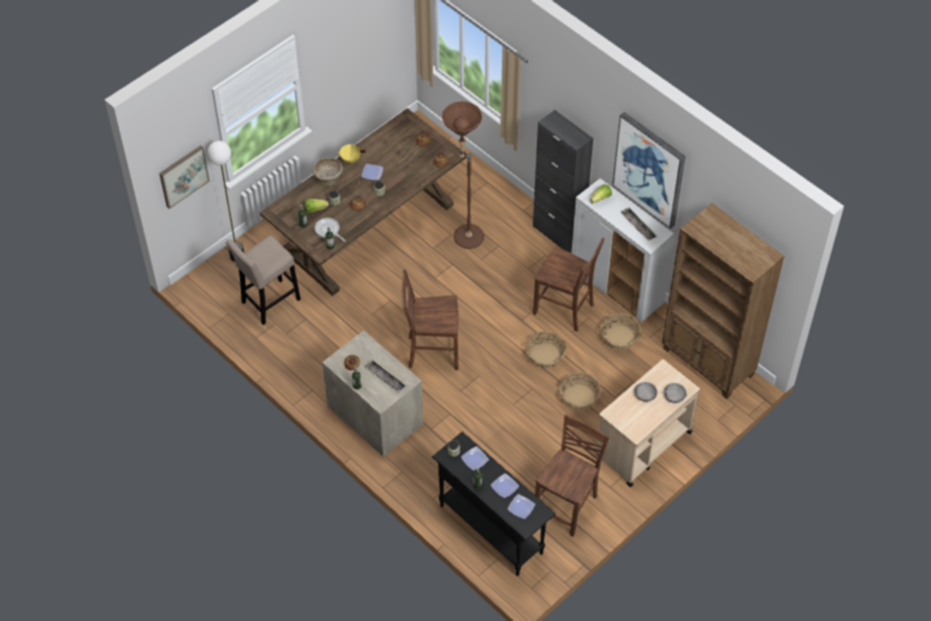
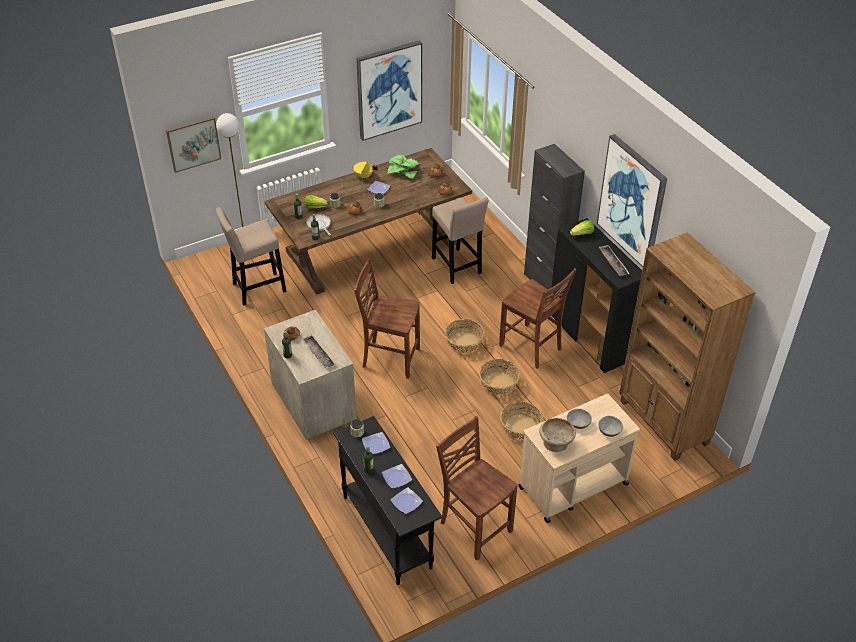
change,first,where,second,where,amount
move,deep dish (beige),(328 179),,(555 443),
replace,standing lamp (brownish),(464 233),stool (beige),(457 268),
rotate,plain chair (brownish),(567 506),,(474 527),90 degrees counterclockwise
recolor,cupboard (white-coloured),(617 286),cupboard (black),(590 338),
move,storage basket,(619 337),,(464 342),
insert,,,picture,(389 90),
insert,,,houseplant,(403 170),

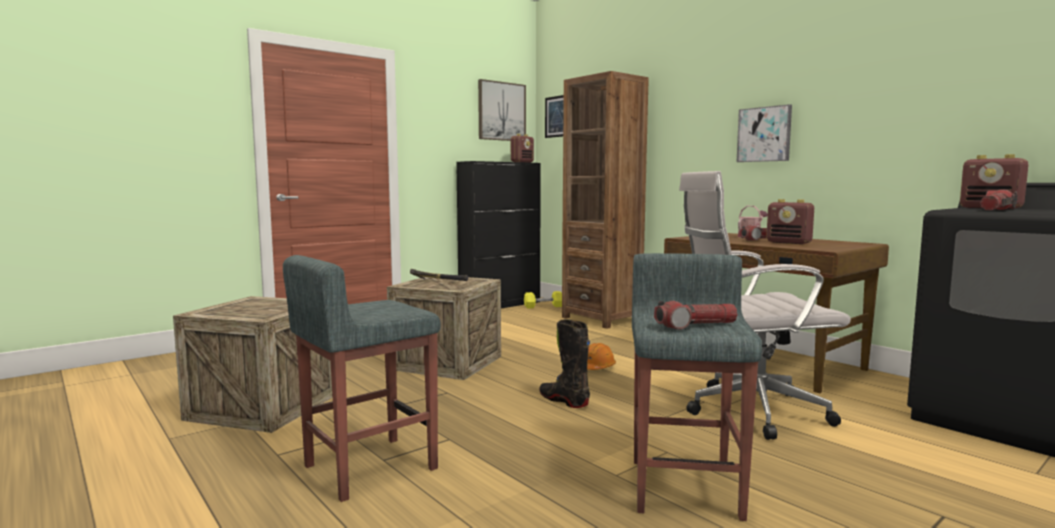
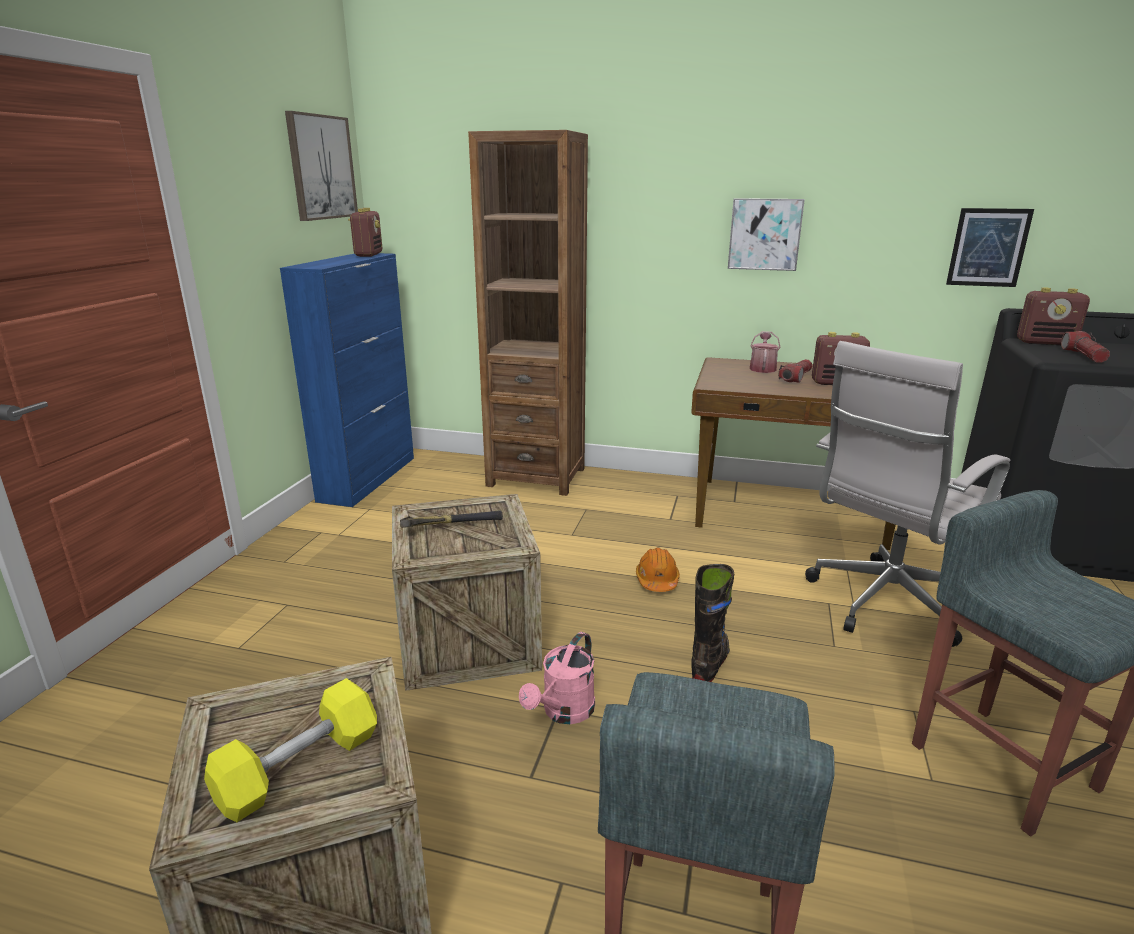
change,first,where,second,where,amount
recolor,cupboard (black),(501 305),cupboard (bluish),(368 478),
move,dumbbell (yellow-coloured),(543 306),,(299 768),
rotate,tall boot (black),(564 401),,(710 663),105 degrees clockwise
move,picture,(557 116),,(988 247),
delete,flashlight,(695 326),,,
insert,,,watering pot (pink-coloured),(564 712),

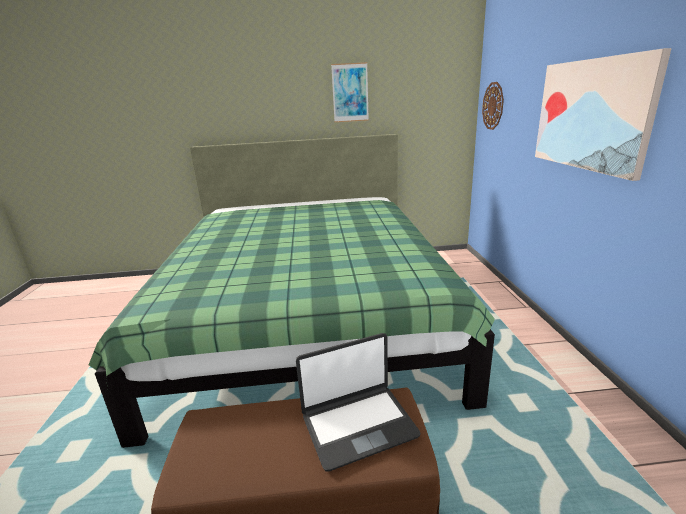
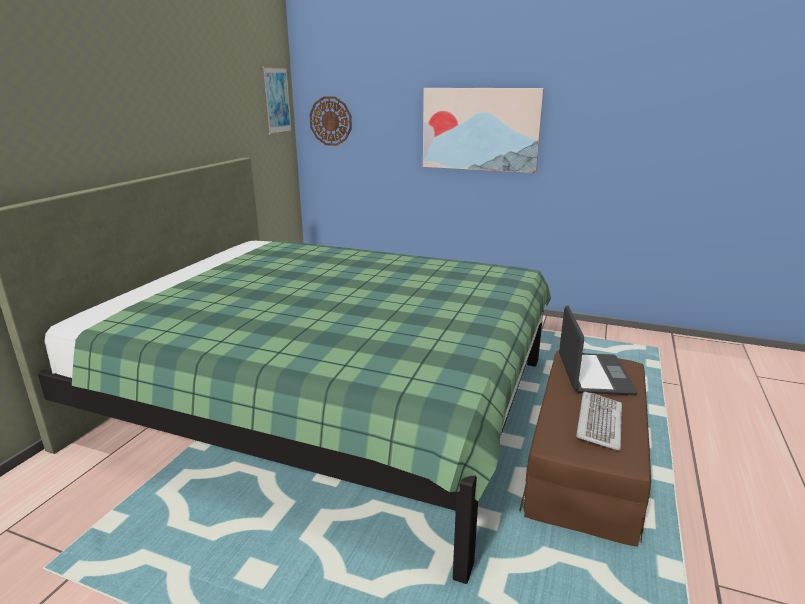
change,first,where,second,where,amount
move,picture,(350 93),,(277 100),
insert,,,keyboard,(598 422),

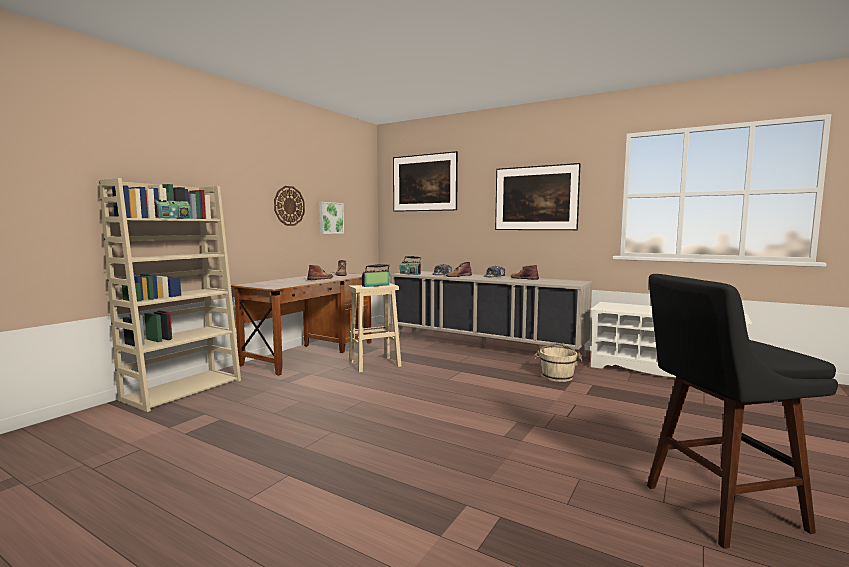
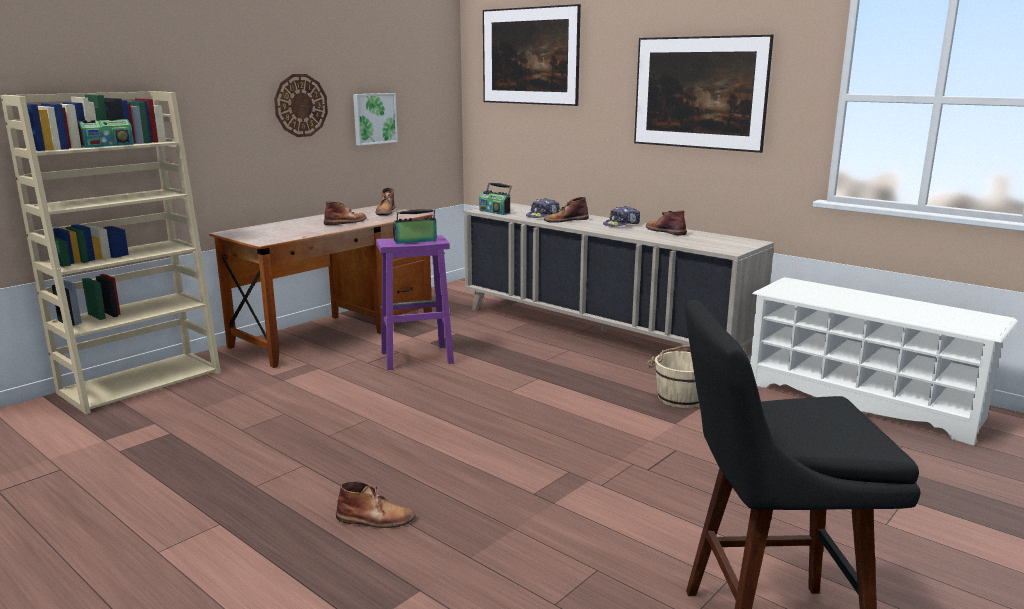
change,first,where,second,where,amount
recolor,stool (beige),(373 364),stool (purple-coloured),(415 357),
insert,,,tall boot (brownish),(376 519),

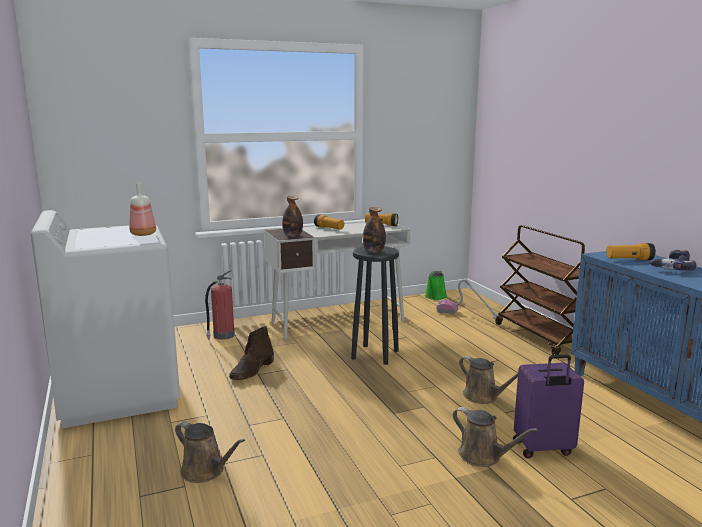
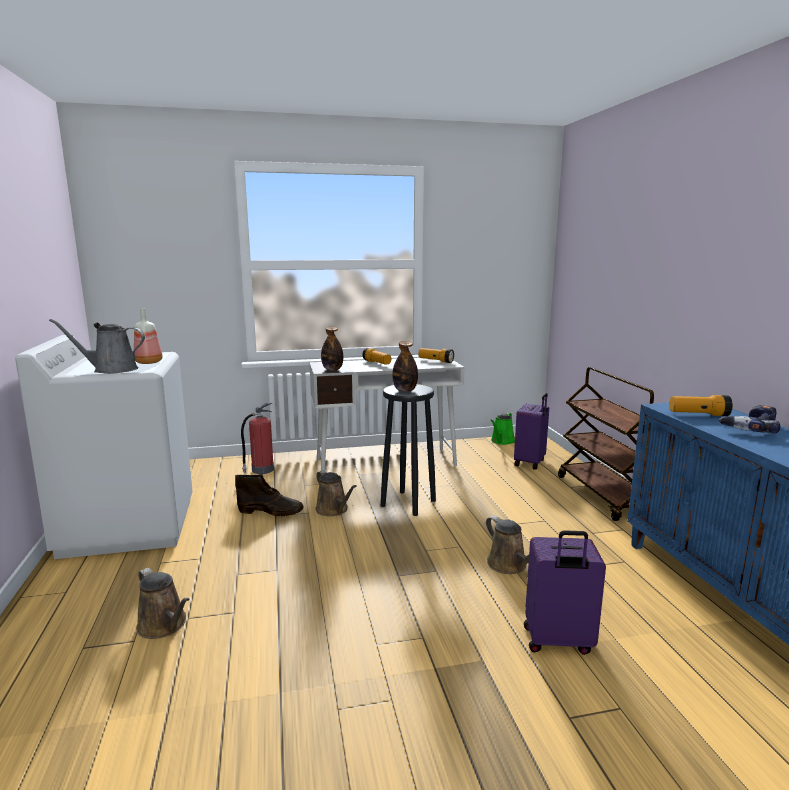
change,first,where,second,where,amount
rotate,tall boot (brownish),(252 370),,(271 511),120 degrees counterclockwise
replace,vacuum cleaner,(467 313),suitcase (purple-coloured),(530 462),
move,watering pot (brownish),(483 456),,(333 510),
insert,,,watering pot (gray),(111 370),

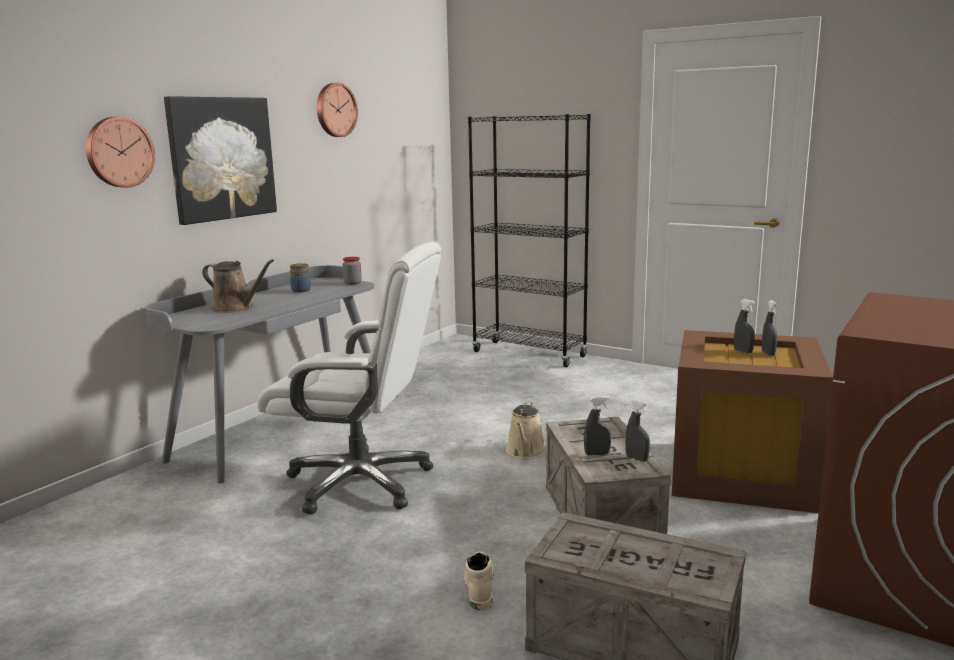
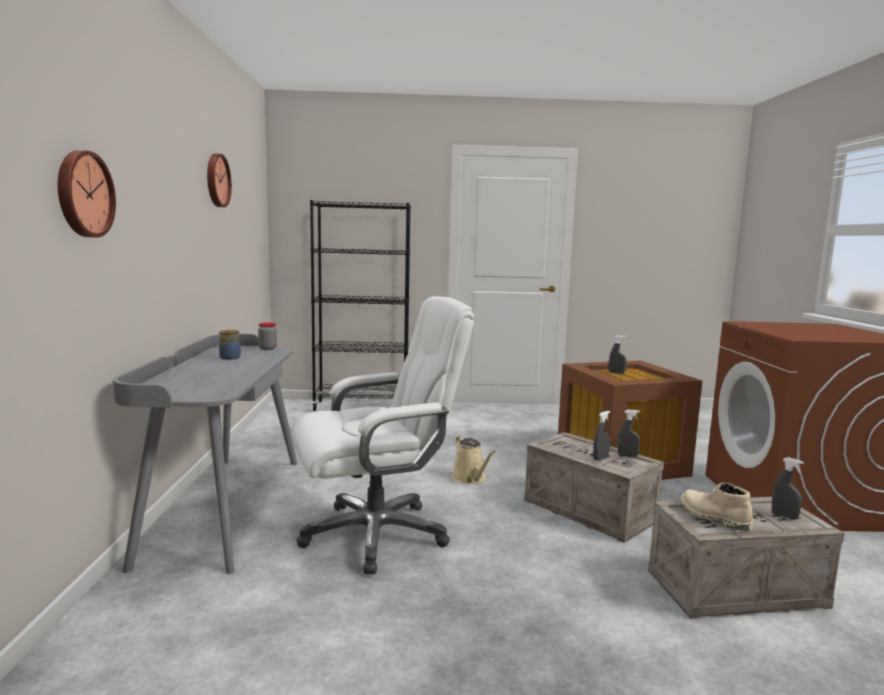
change,first,where,second,where,amount
delete,picture,(221 158),,,
delete,watering pot (brownish),(235 308),,,
move,tall boot (beige),(478 586),,(713 516),
move,hand sprayer (gray),(768 353),,(784 516),

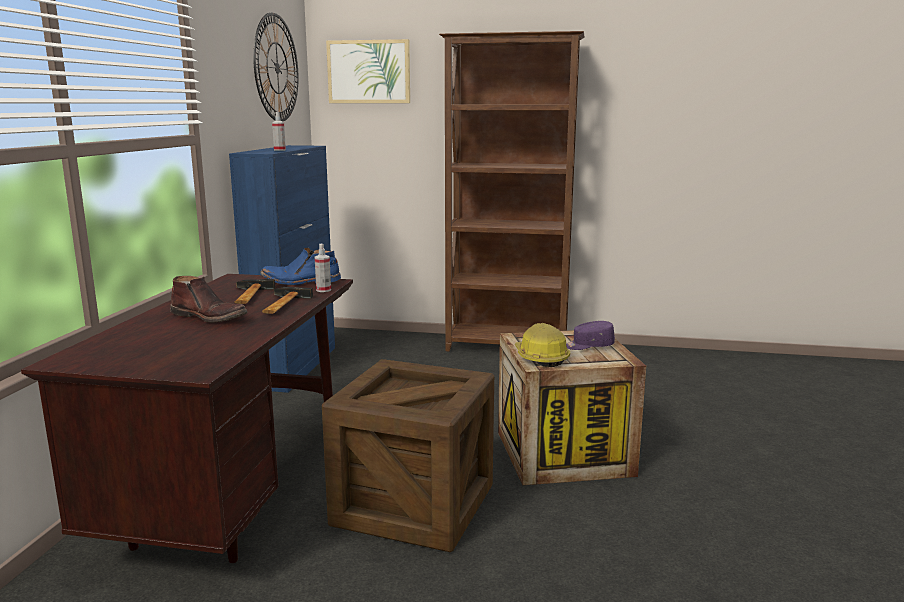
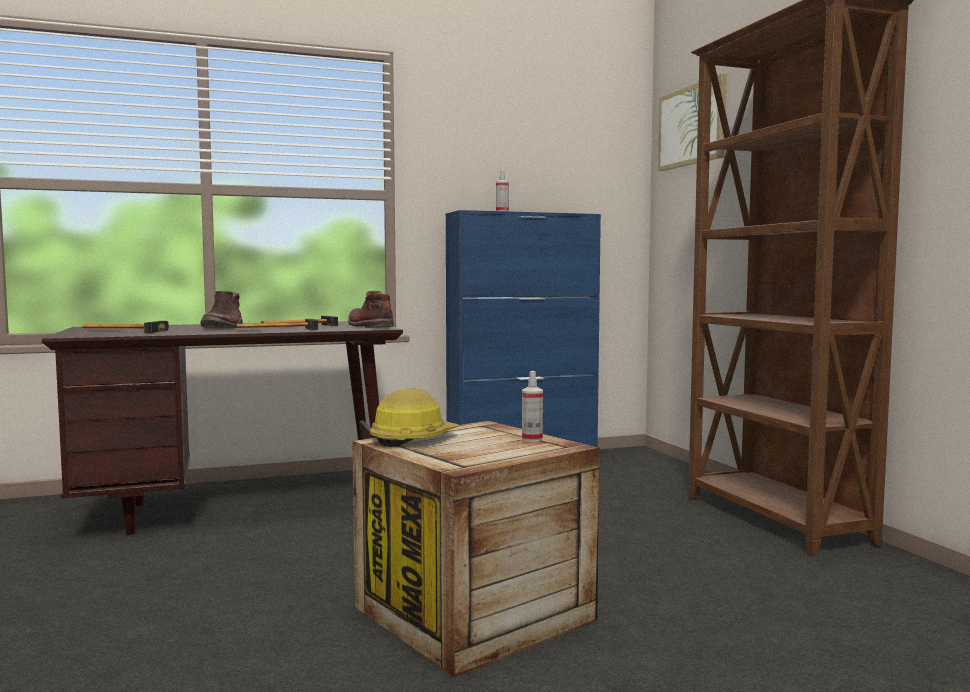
change,first,where,second,where,amount
delete,wall clock,(276 68),,,
recolor,tall boot (bluish),(300 282),tall boot (brownish),(369 326),
move,hand sprayer,(323 290),,(532 439),
delete,crate,(414 505),,,
delete,baseball cap (purple-coloured),(589 346),,,
insert,,,hand hammer,(124 331),

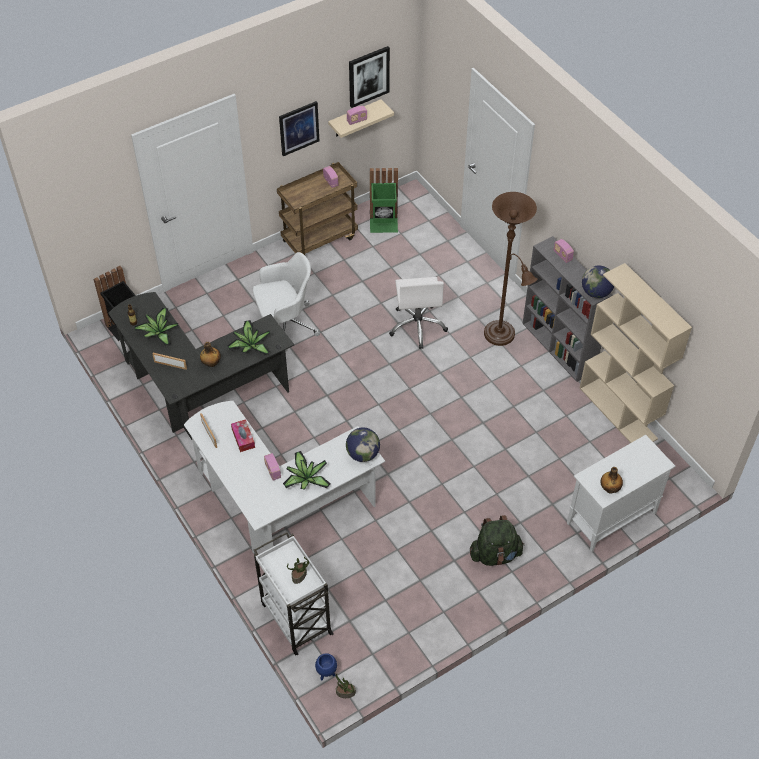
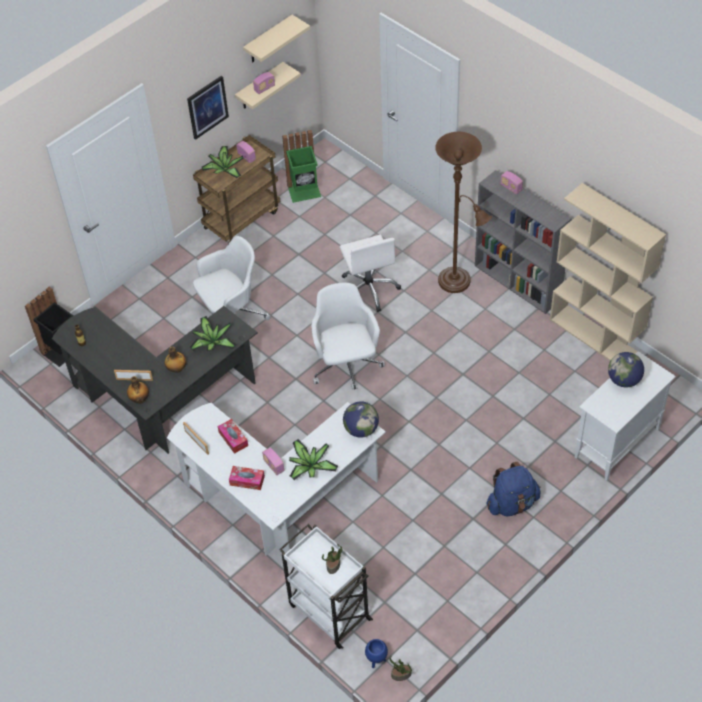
change,first,where,second,where,amount
move,houseplant,(158 333),,(224 170),
replace,picture,(368 76),wall shelf (beige),(268 40),
recolor,knapsack (green),(495 554),knapsack (bluish),(512 504),
move,world globe,(596 292),,(624 380),
move,beverage bottle,(610 488),,(140 399),
insert,,,tissue holder,(247 480),
insert,,,desk chair (white-coloured),(346 365),

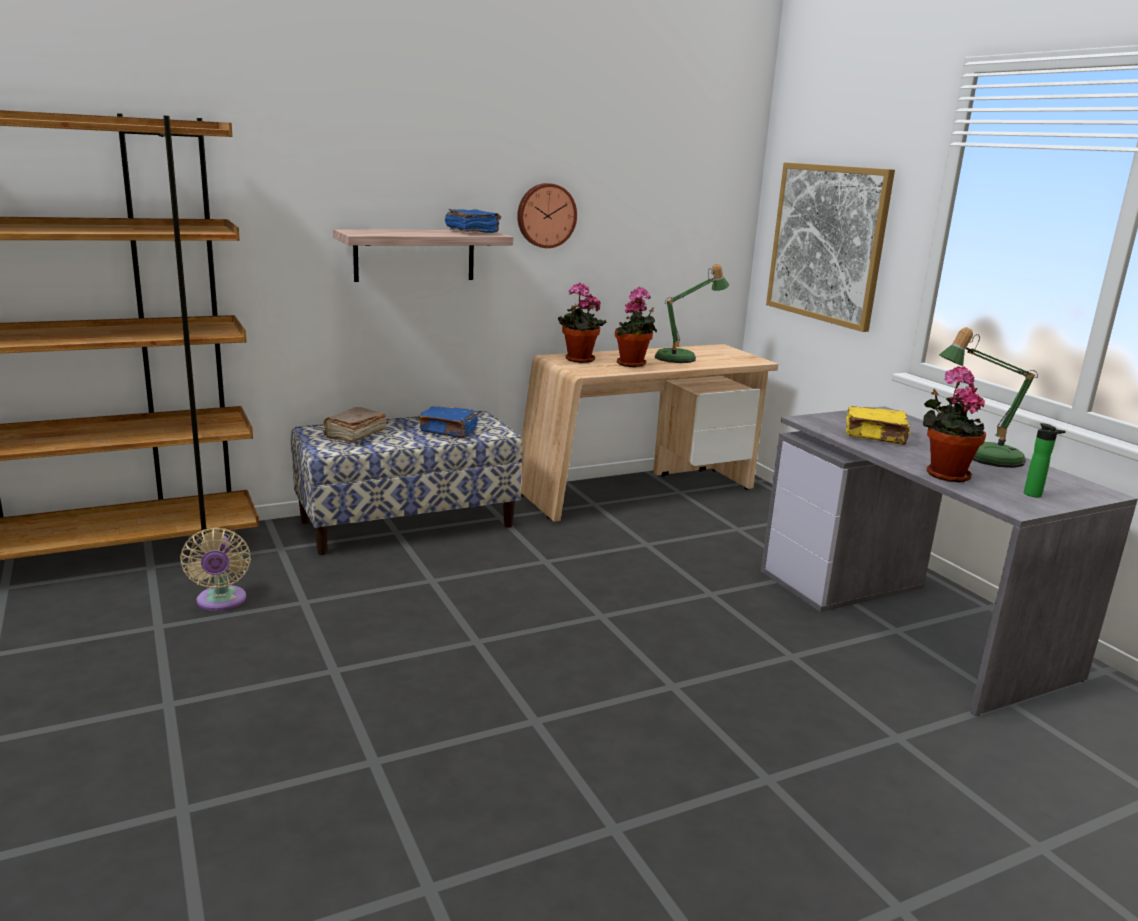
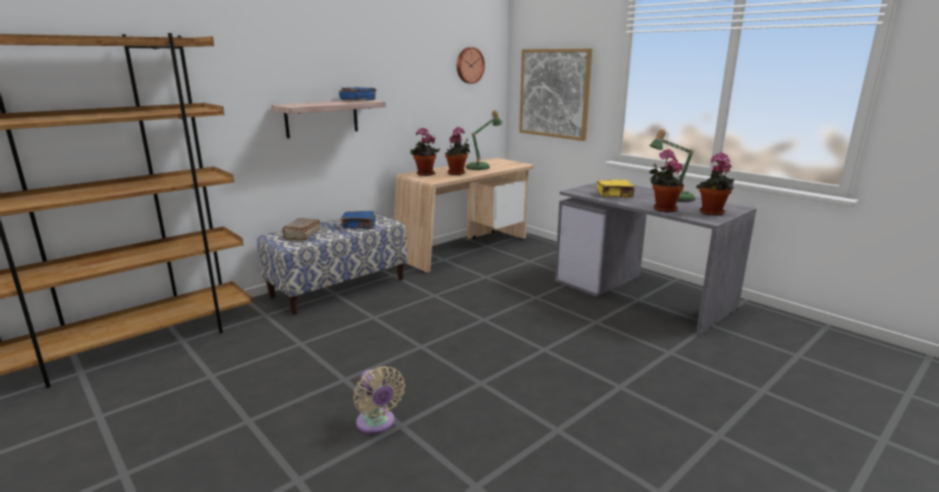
change,first,where,second,where,amount
move,fan (beige),(221 602),,(377 424),
move,wall clock,(545 215),,(469 65),
replace,beverage bottle,(1035 495),houseplant,(712 213),

